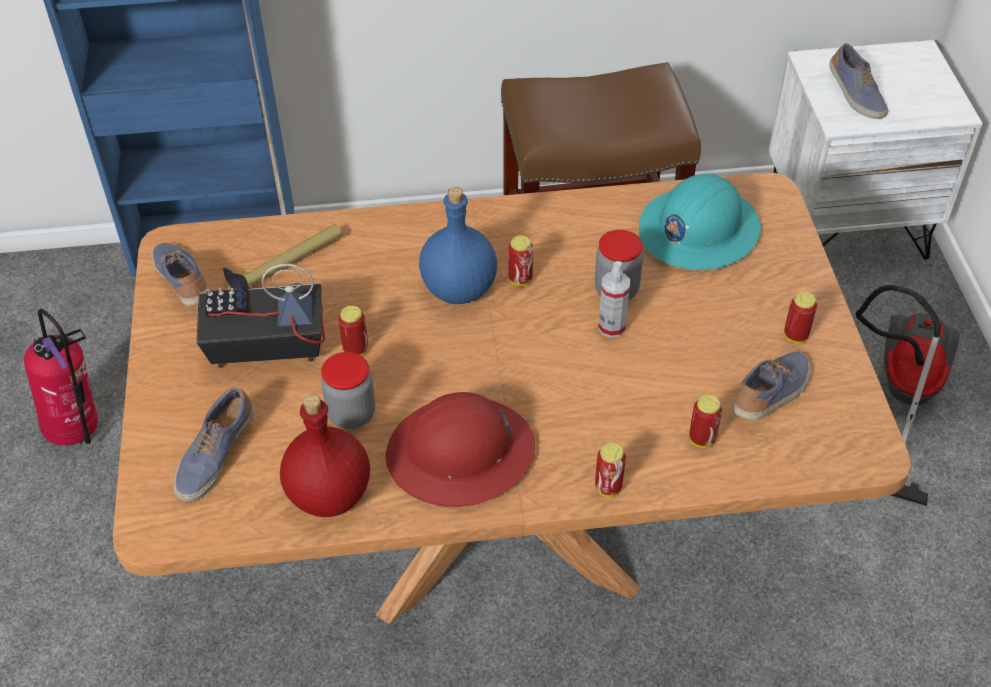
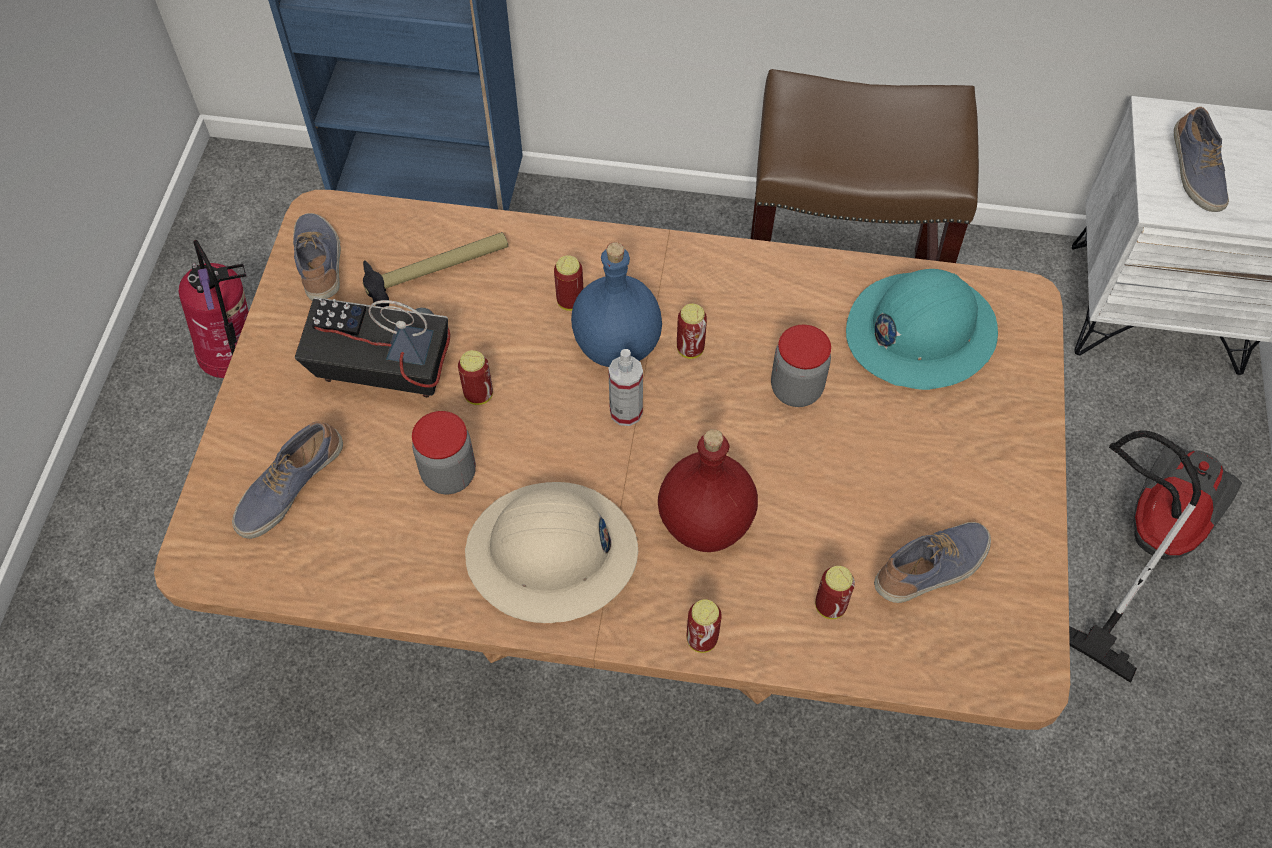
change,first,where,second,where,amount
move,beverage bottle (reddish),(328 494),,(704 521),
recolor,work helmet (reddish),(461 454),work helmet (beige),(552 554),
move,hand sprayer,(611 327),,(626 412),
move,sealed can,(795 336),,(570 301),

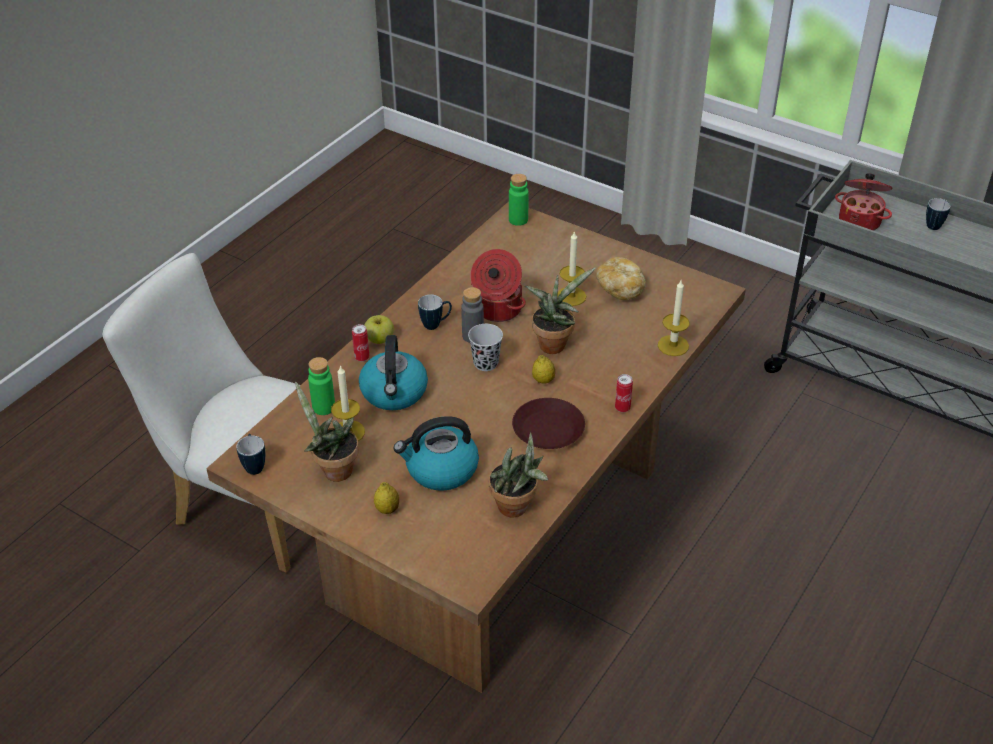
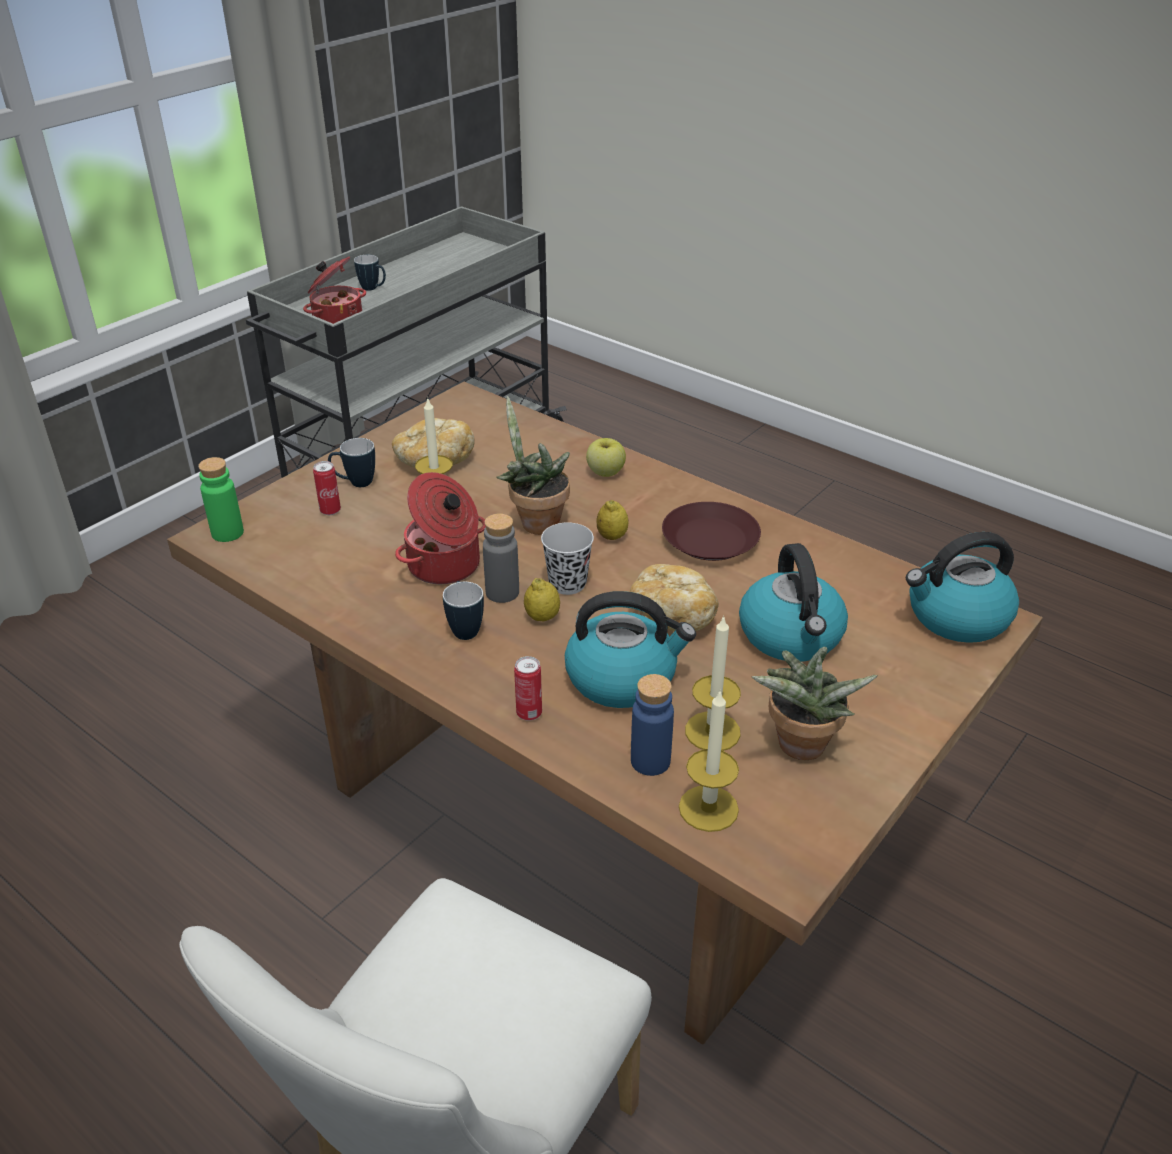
change,first,where,second,where,amount
move,mug,(254 465),,(355 483),
recolor,beverage bottle (green),(323 407),beverage bottle (bluish),(650 761),
move,apple fruit,(379 339),,(605 472),
move,lemon,(387 509),,(542 617),
delete,houseplant,(517 508),,,
move,sealed can,(622 408),,(330 511),
move,wax light,(673 345),,(708 808),
insert,,,bread,(672 615),
insert,,,water kettle,(956 617),

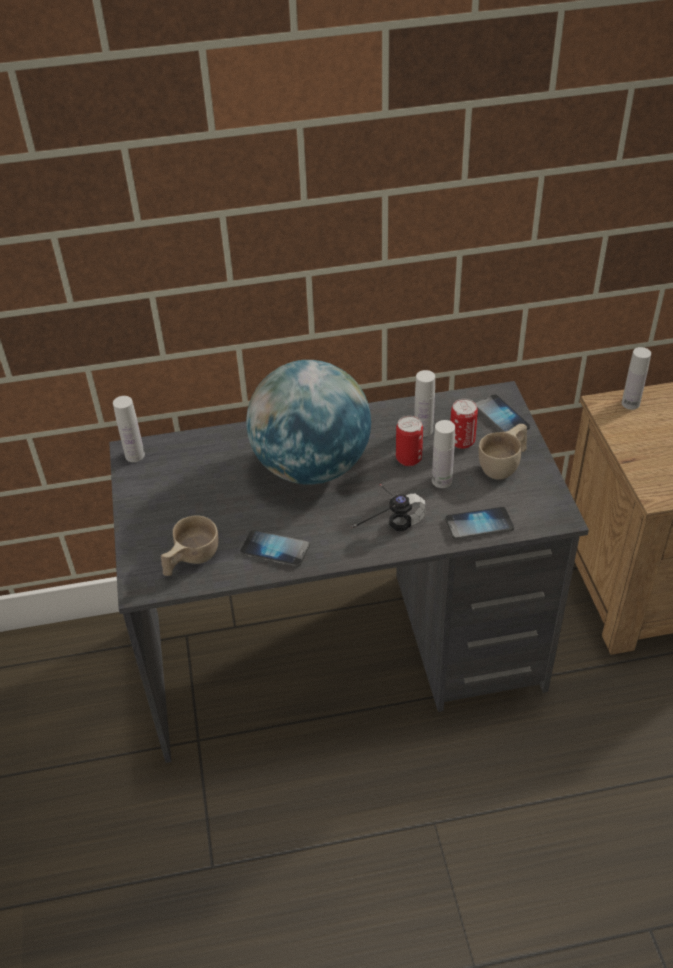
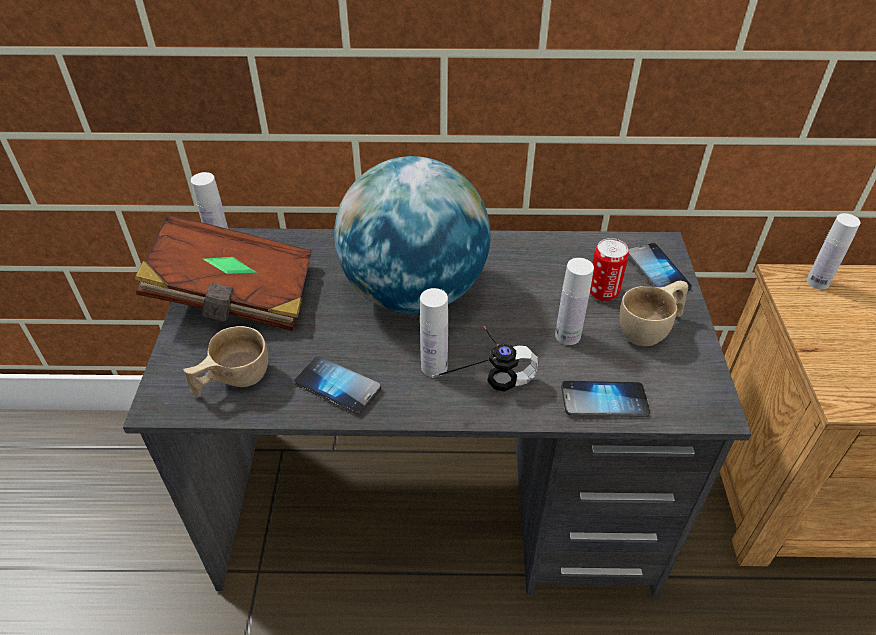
change,first,where,second,where,amount
delete,sealed can,(408 459),,,
move,beverage bottle (white-coloured),(423 430),,(434 367),
insert,,,book (brownish),(235 297),

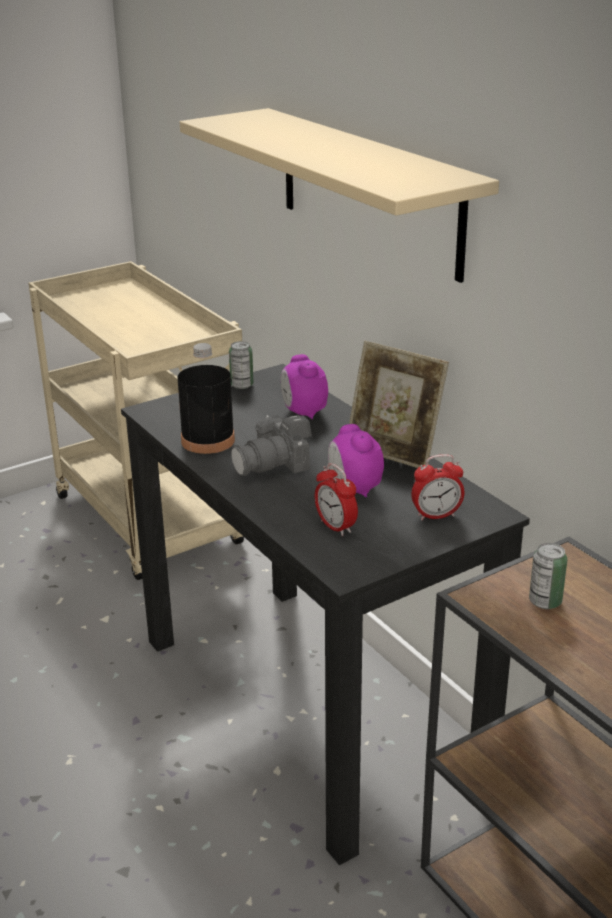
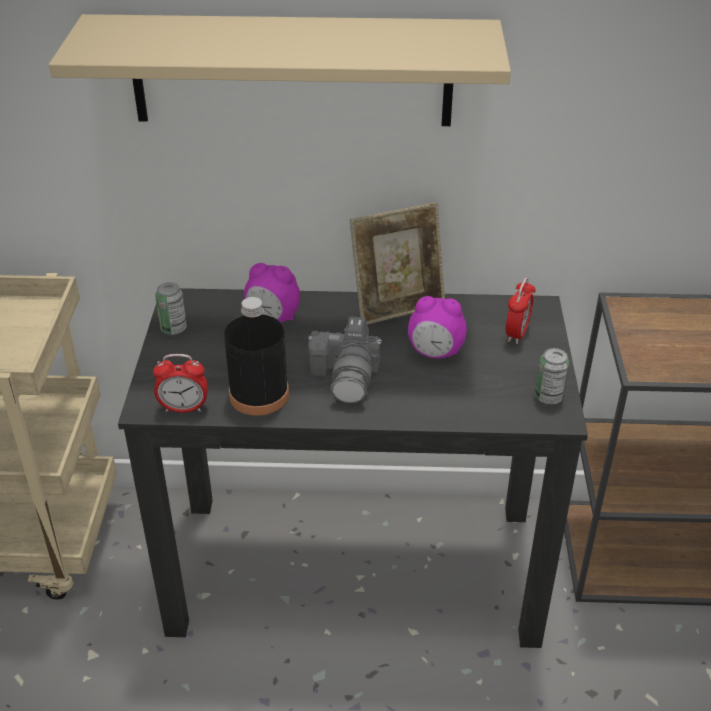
change,first,where,second,where,amount
move,bedside clock,(336 527),,(184 408),
move,sealed can,(545 601),,(548 397),

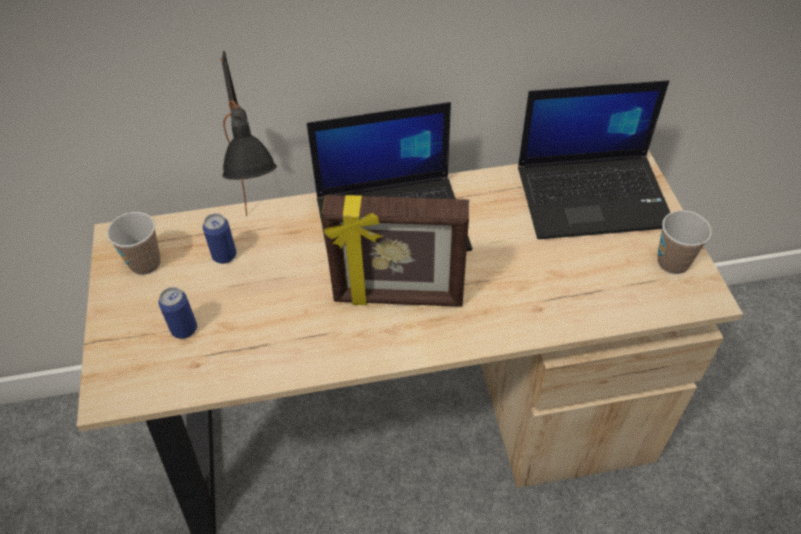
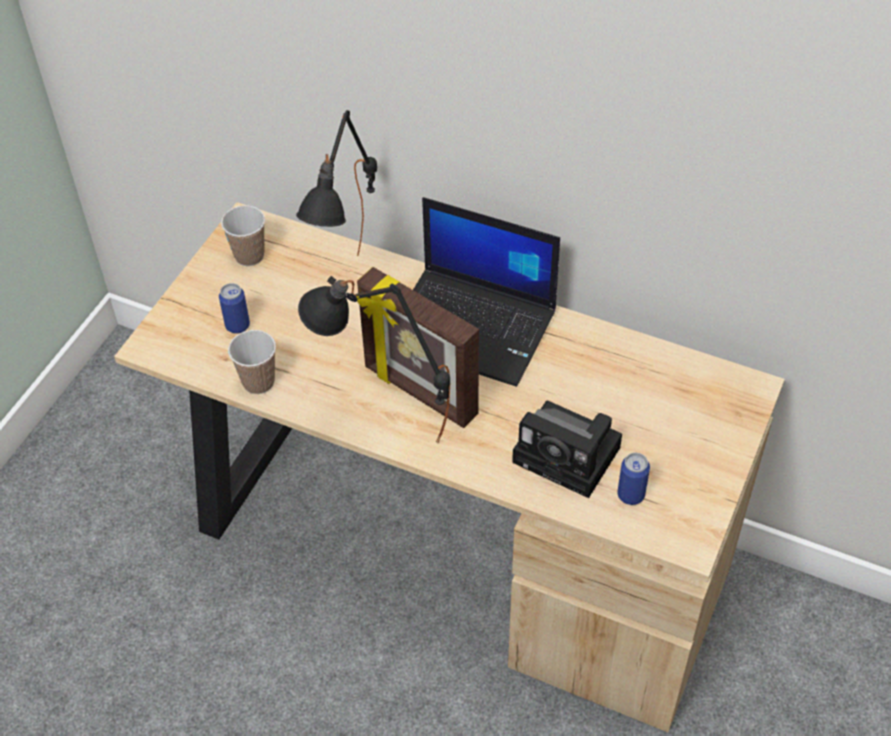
change,first,where,second,where,amount
move,sealed can,(224 255),,(630 495),
delete,notebook computer,(594 195),,,
move,drinking cup,(672 262),,(258 382),
insert,,,table lamp (black),(383 437),
insert,,,still camera,(571 456),

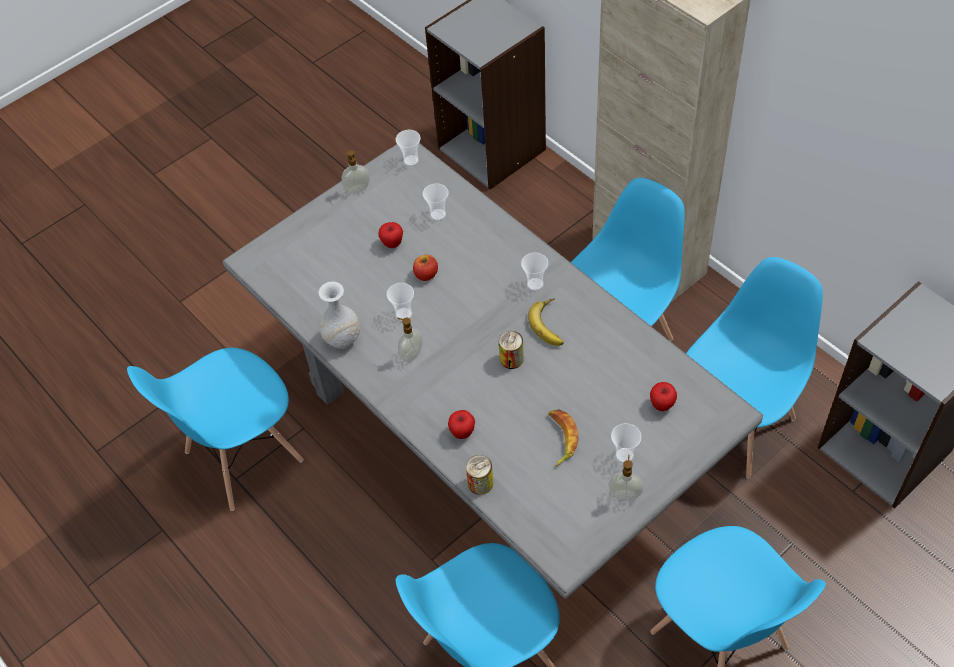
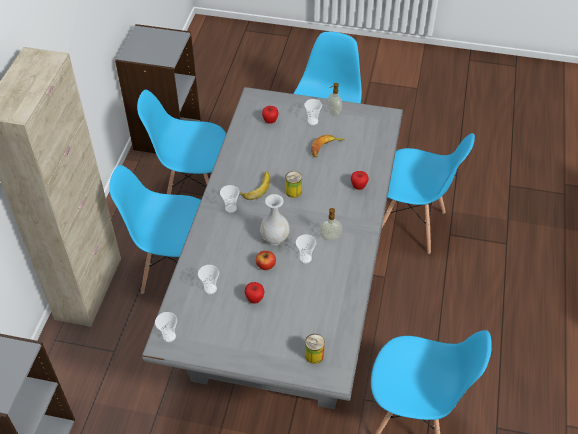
change,first,where,second,where,amount
move,decorative vase (white-coloured),(342 339),,(275 238),
delete,soap dispenser,(357 189),,,
move,sealed can,(480 483),,(314 355),

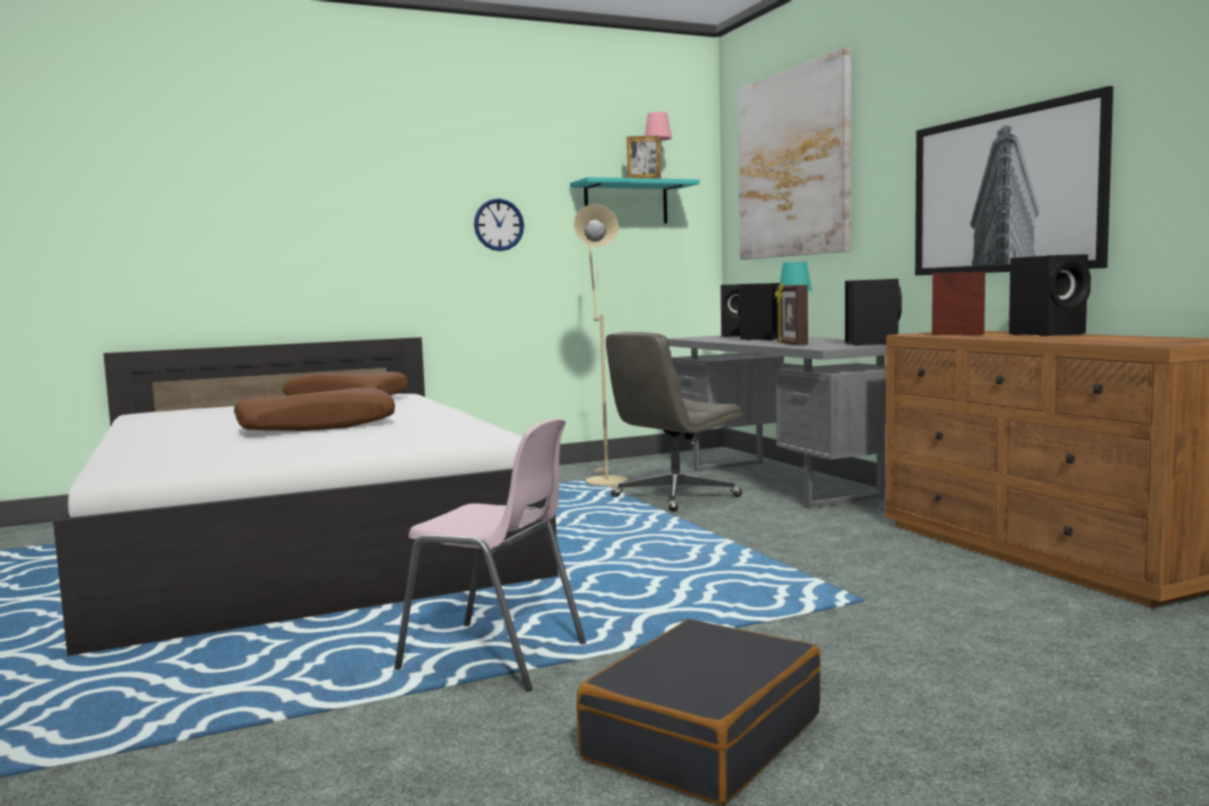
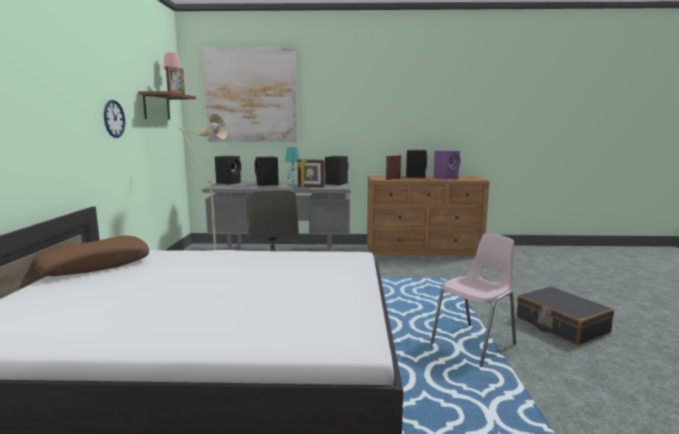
change,first,where,second,where,amount
delete,cushion (brownish),(317 426),,,
recolor,wall shelf (turquoise),(626 203),wall shelf (brownish),(156 106),
delete,picture,(1006 192),,,
insert,,,speaker (purple-coloured),(446 178),

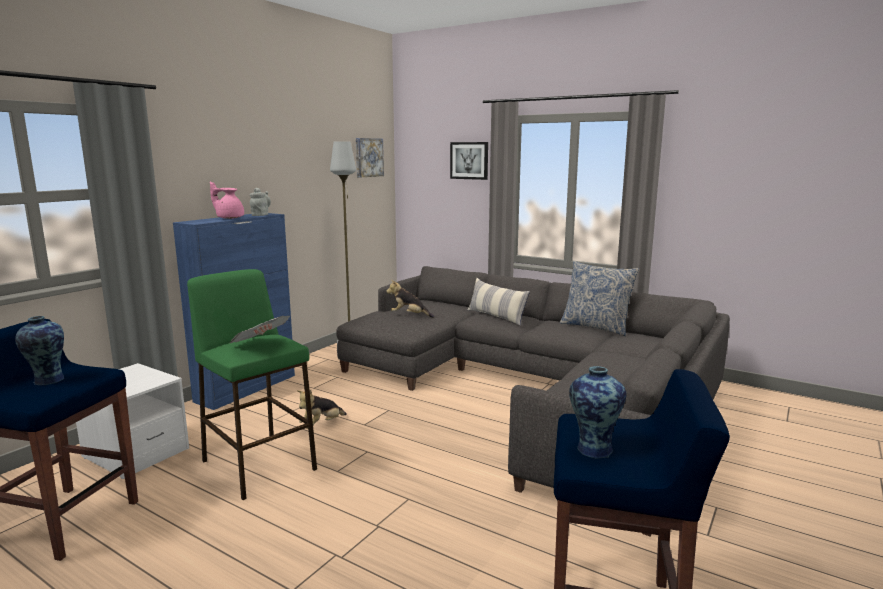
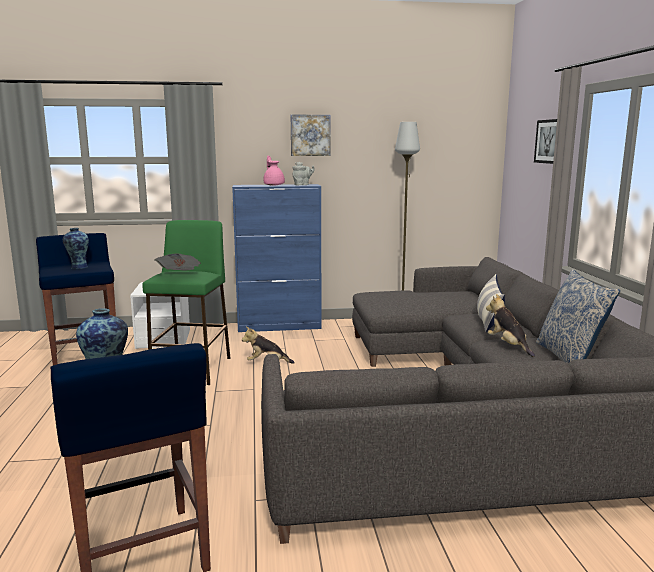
change,first,where,second,where,amount
move,picture,(368 157),,(310 135),
move,soft toy,(409 315),,(508 346),

